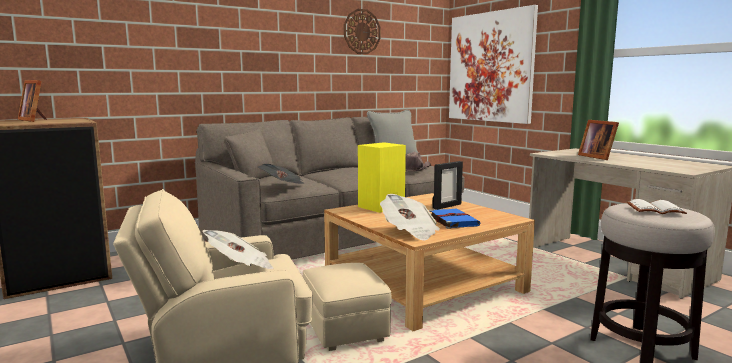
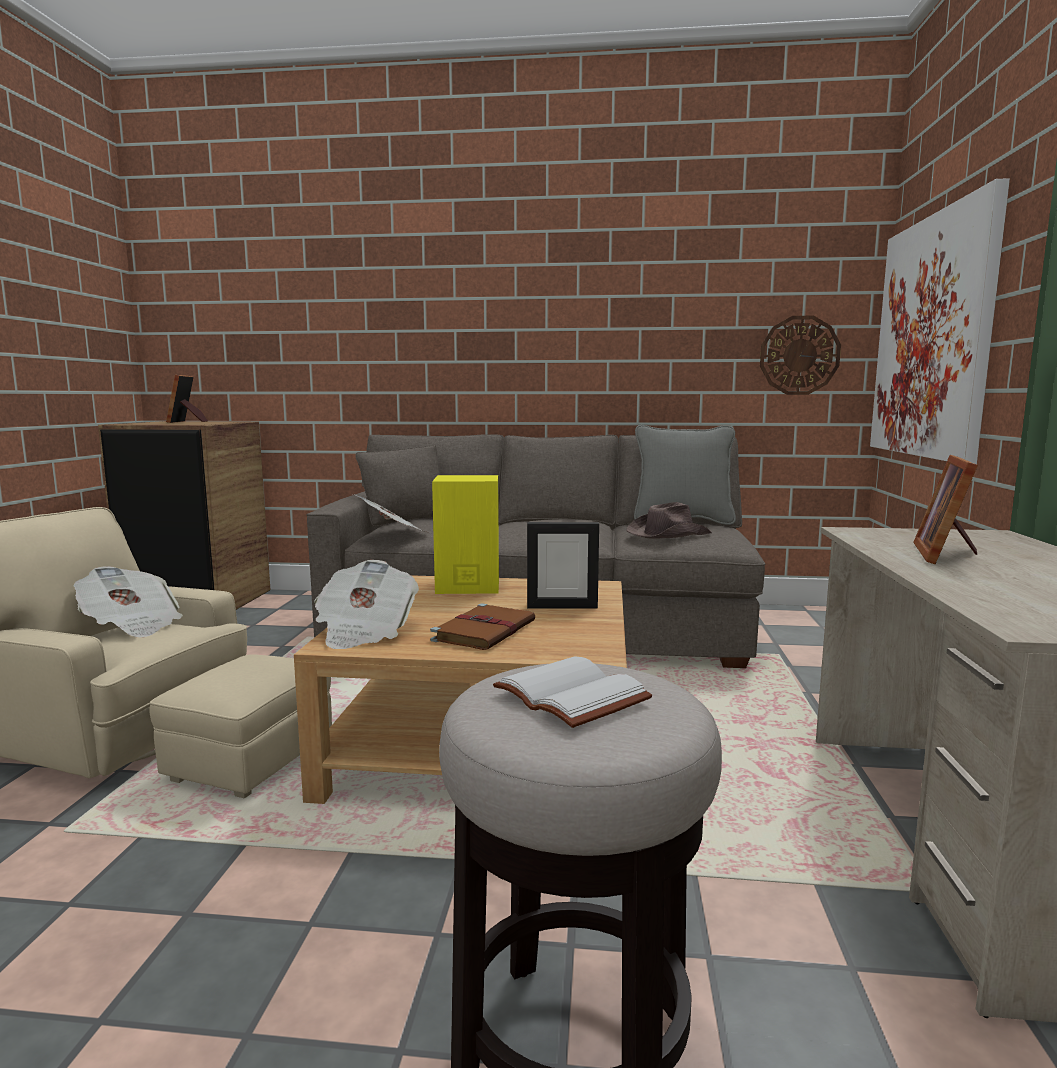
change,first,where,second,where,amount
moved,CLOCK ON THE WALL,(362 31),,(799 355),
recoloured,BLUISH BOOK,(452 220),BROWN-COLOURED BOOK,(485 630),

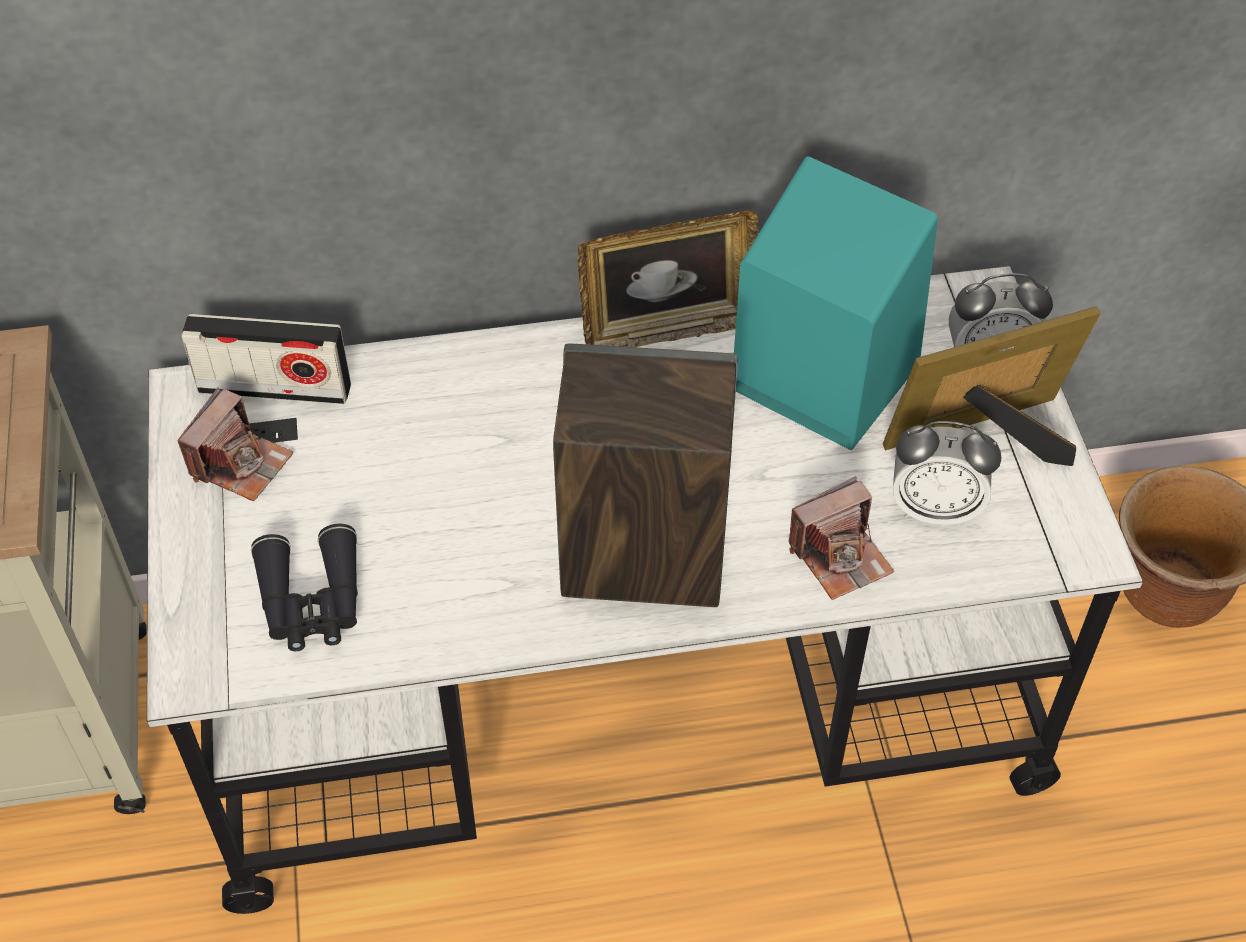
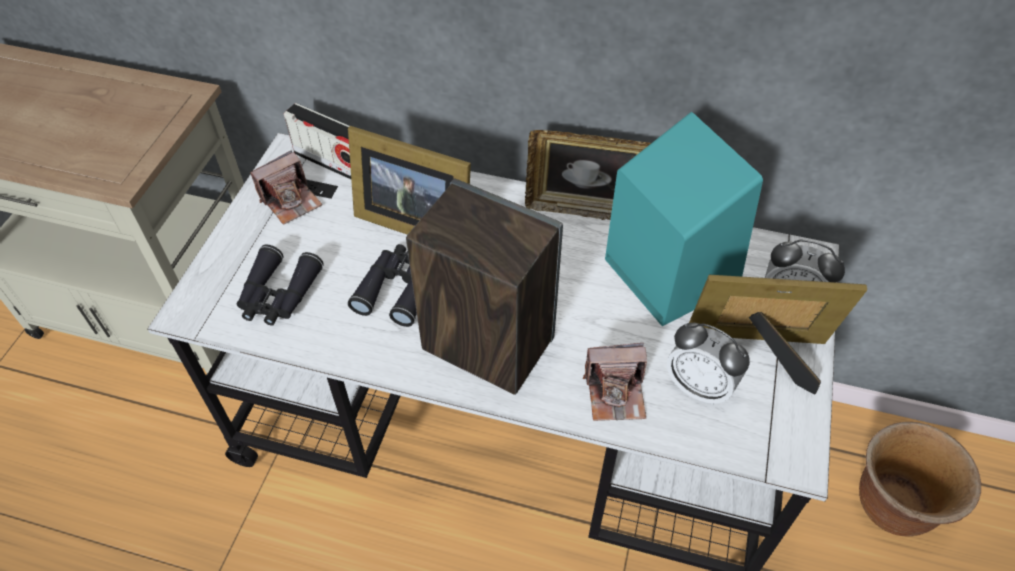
change,first,where,second,where,amount
added,,,STANDING FRAME,(413 221),
added,,,BLACK-COLOURED PAIR OF BINOCULARS,(397 289),

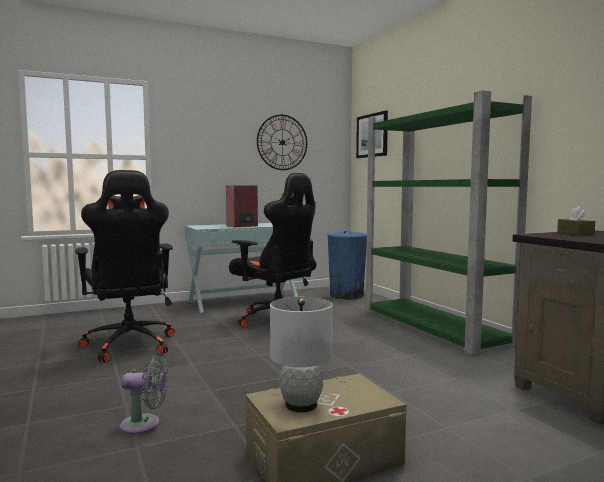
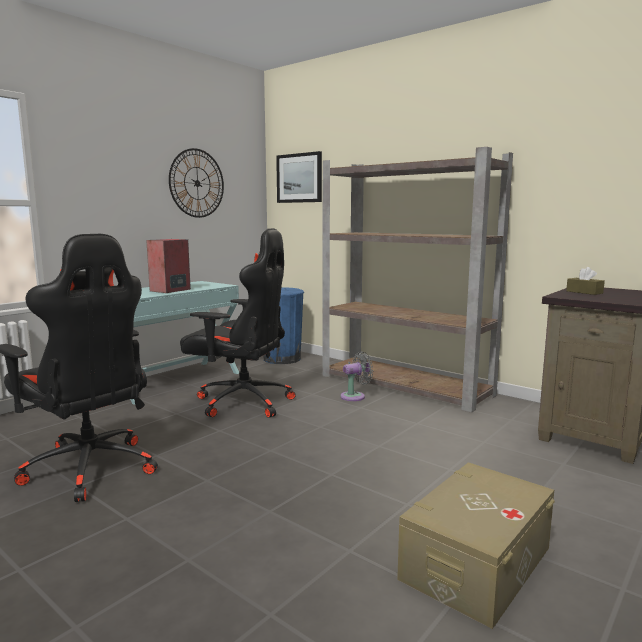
change,first,where,second,where,amount
moved,GREYISH ELECTRIC FAN,(144 425),,(355 396),
removed,WHITISH LAMP FOR A TABLE,(300 405),,,
recoloured,GREEN-COLOURED BOOKCASE,(433 326),BROWN-COLOURED BOOKCASE,(404 385),

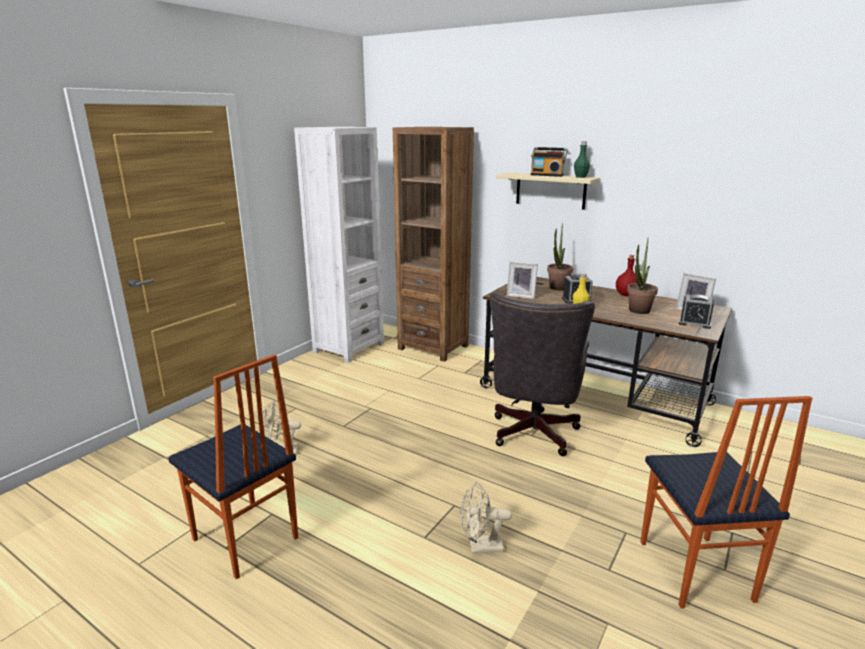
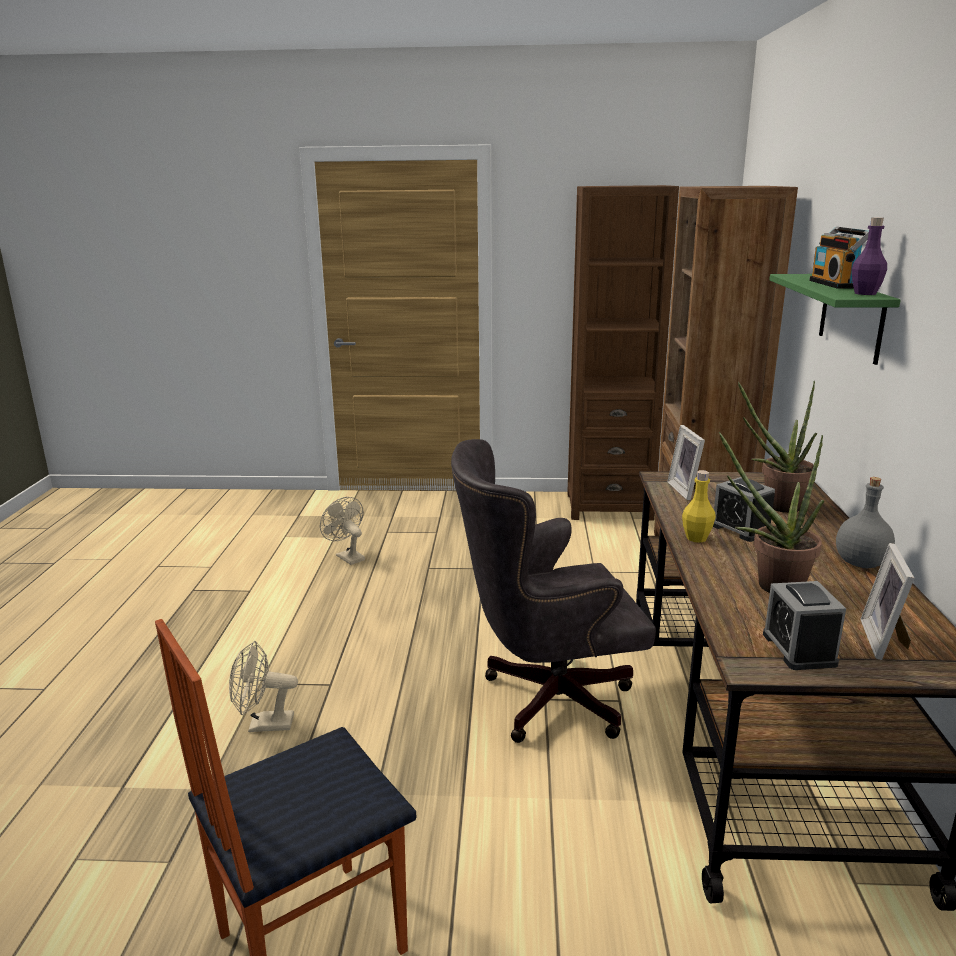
change,first,where,second,where,amount
removed,UPRIGHT CHAIR,(244 540),,,
recoloured,WHITISH BOOKCASE,(348 348),BROWN-COLOURED BOOKCASE,(609 506),
turned,BEIGE-COLOURED ELECTRIC FAN,(480 547),,(263 725),60 degrees counterclockwise
recoloured,BEIGE-COLOURED BRACKET SHELF,(550 190),GREEN-COLOURED BRACKET SHELF,(851 317),
recoloured,GREEN-COLOURED BOTTLE,(580 177),PURPLISH BOTTLE,(865 293),
recoloured,RED BOTTLE,(626 295),GREYISH BOTTLE,(860 563),

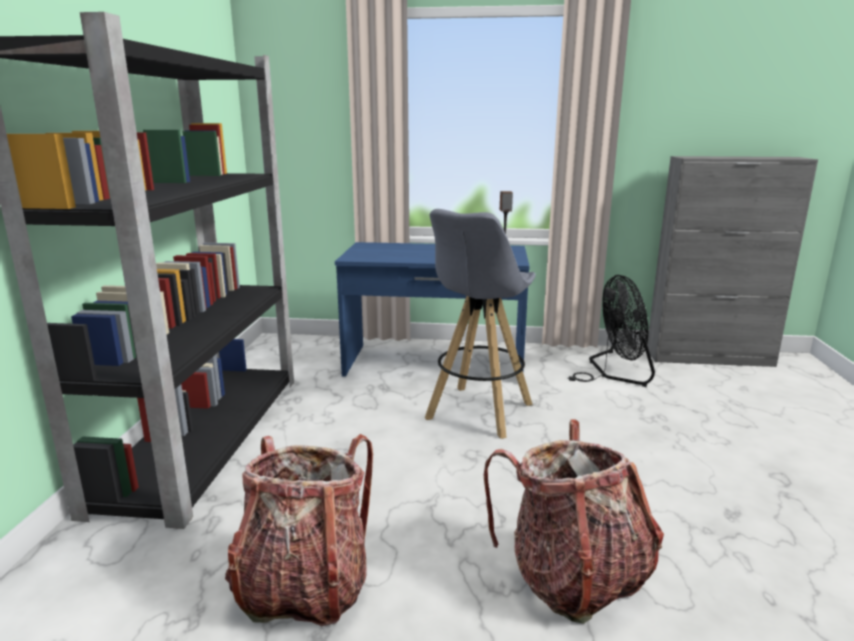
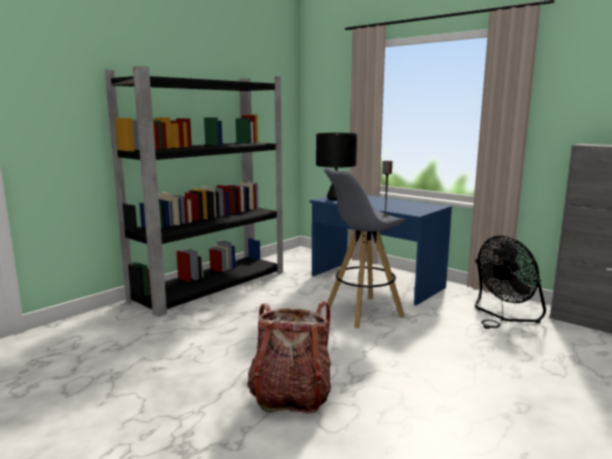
change,first,where,second,where,amount
removed,RUCKSACK,(304 586),,,
turned,BLACK-COLOURED ELECTRIC FAN,(610 370),,(499 313),60 degrees counterclockwise
added,,,BLACK-COLOURED LAMP FOR A TABLE,(335 199),

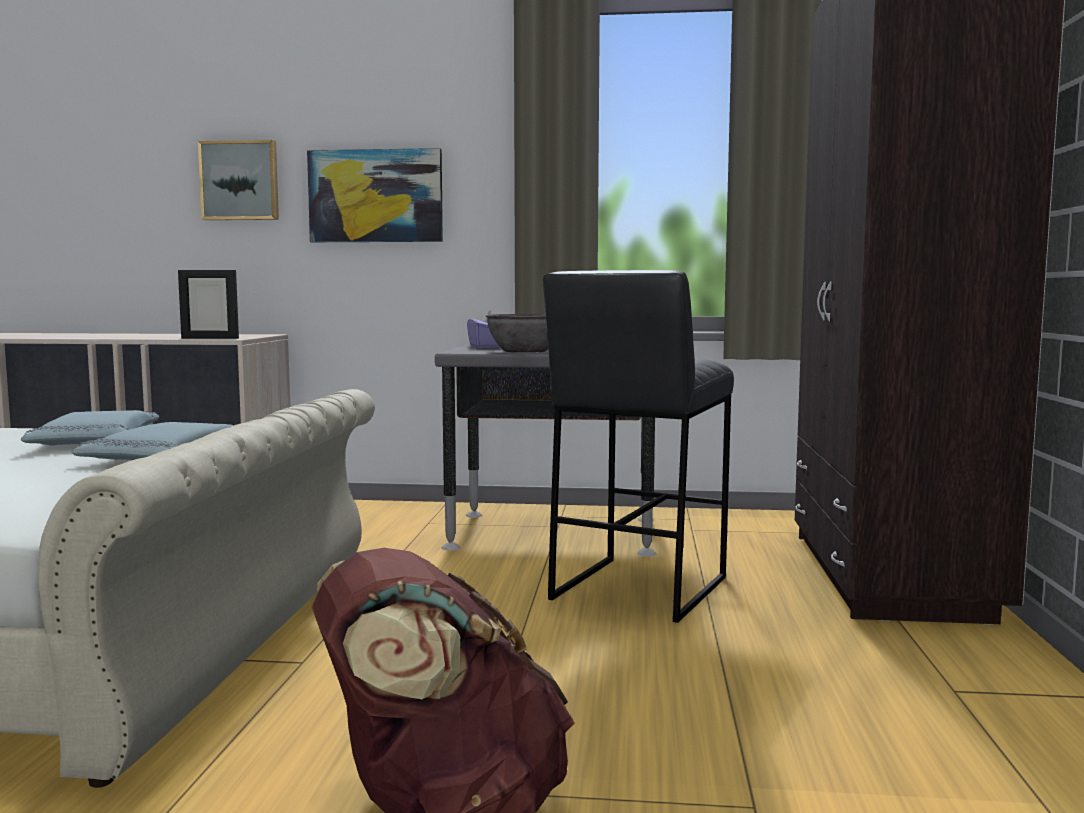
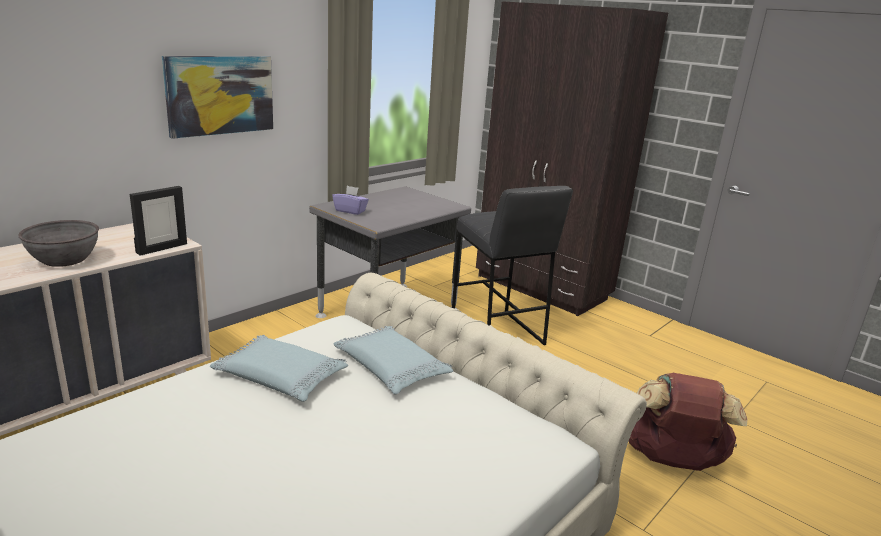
change,first,where,second,where,amount
removed,WALL PICTURE,(240 181),,,
moved,GREYISH DEEP DISH,(525 351),,(64 260),

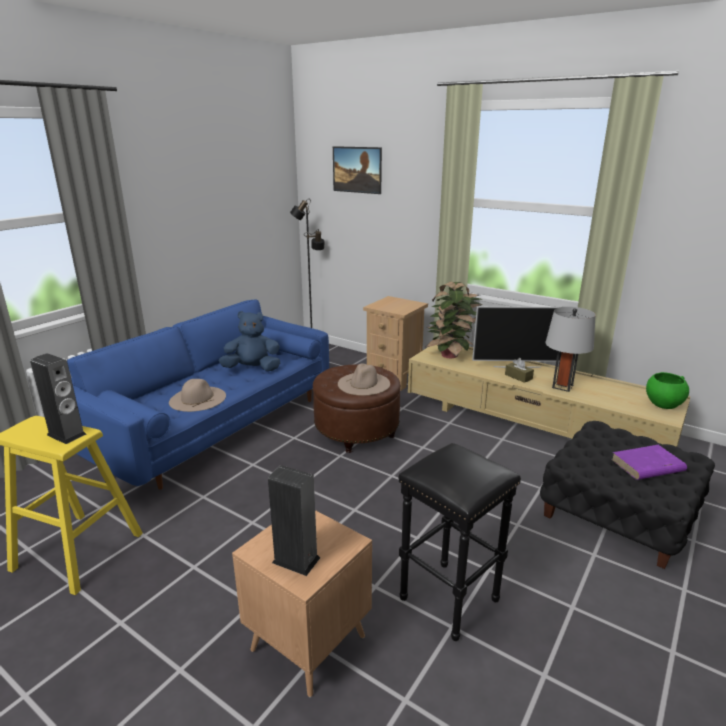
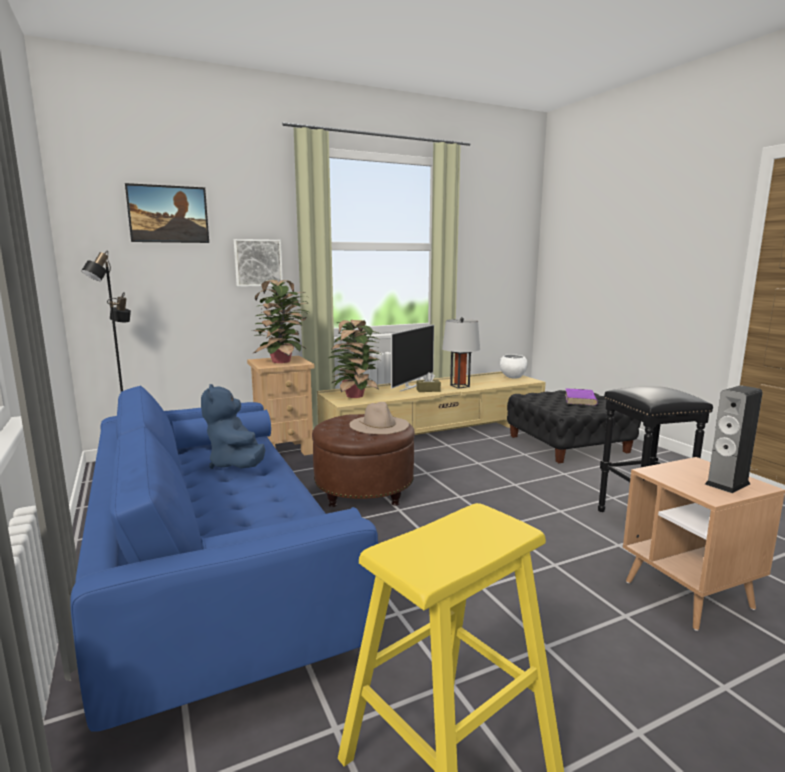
change,first,where,second,where,amount
removed,AUDIO SPEAKER,(66 434),,,
removed,BEIGE-COLOURED CLOTHING HAT,(197 399),,,
turned,BLUISH CUDDLY TOY,(252 369),,(237 465),45 degrees counterclockwise
recoloured,GREEN-COLOURED DEEP DISH,(663 404),WHITISH DEEP DISH,(512 377),
added,,,WALL PICTURE,(258 263),
added,,,PLANT IN A POT,(283 361),

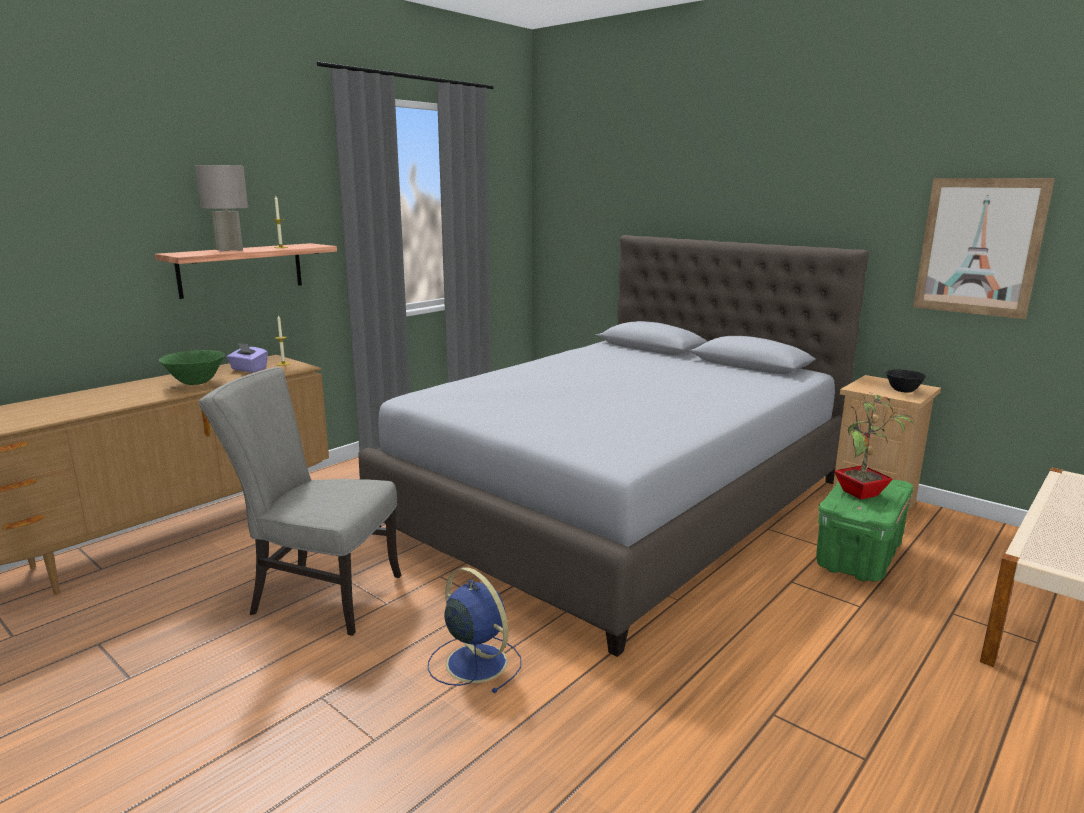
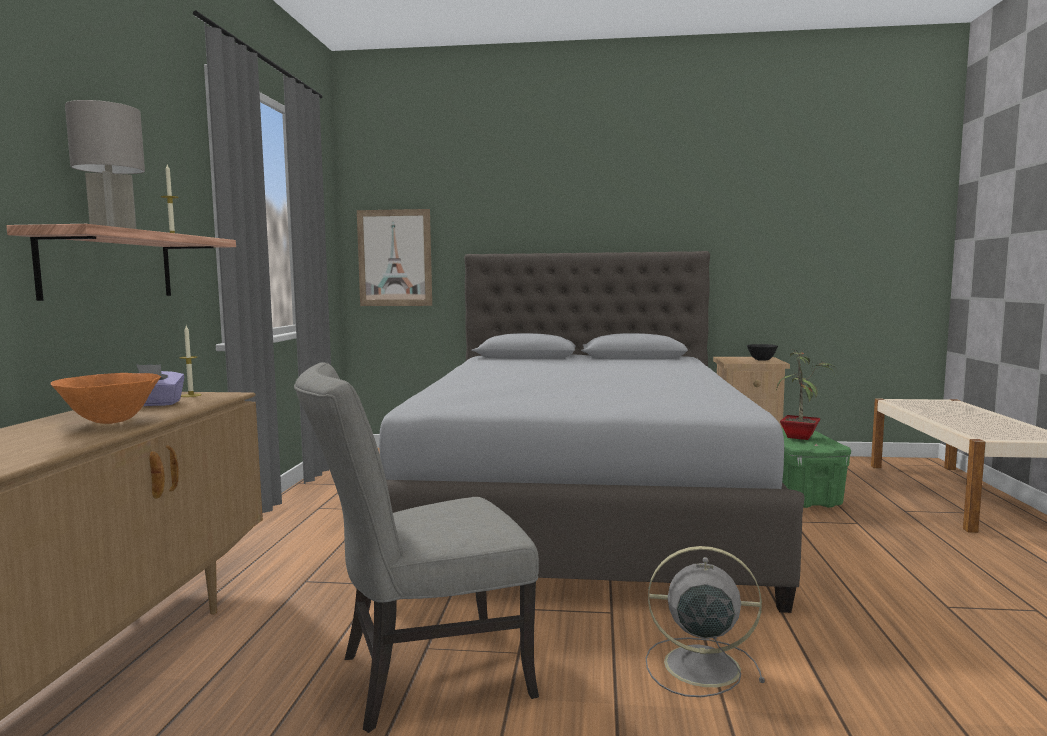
change,first,where,second,where,amount
recoloured,GREEN-COLOURED DEEP DISH,(196 383),ORANGE-COLOURED DEEP DISH,(111 422),
recoloured,BLUISH ELECTRIC FAN,(474 661),GREYISH ELECTRIC FAN,(698 666),
moved,WALL PICTURE,(979 247),,(395 258),

